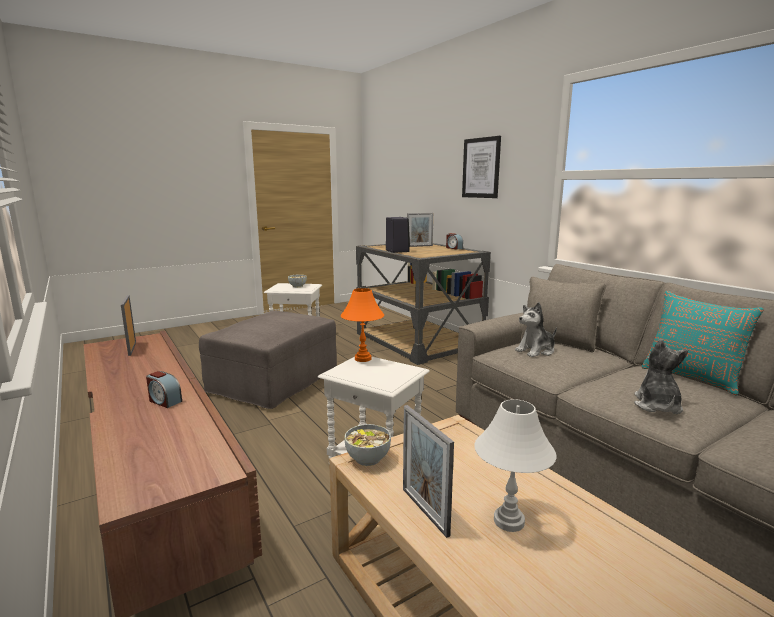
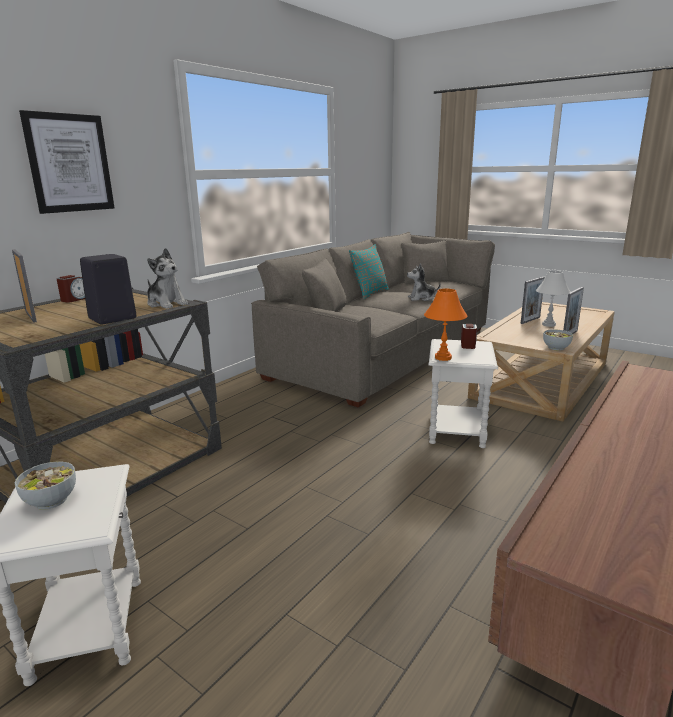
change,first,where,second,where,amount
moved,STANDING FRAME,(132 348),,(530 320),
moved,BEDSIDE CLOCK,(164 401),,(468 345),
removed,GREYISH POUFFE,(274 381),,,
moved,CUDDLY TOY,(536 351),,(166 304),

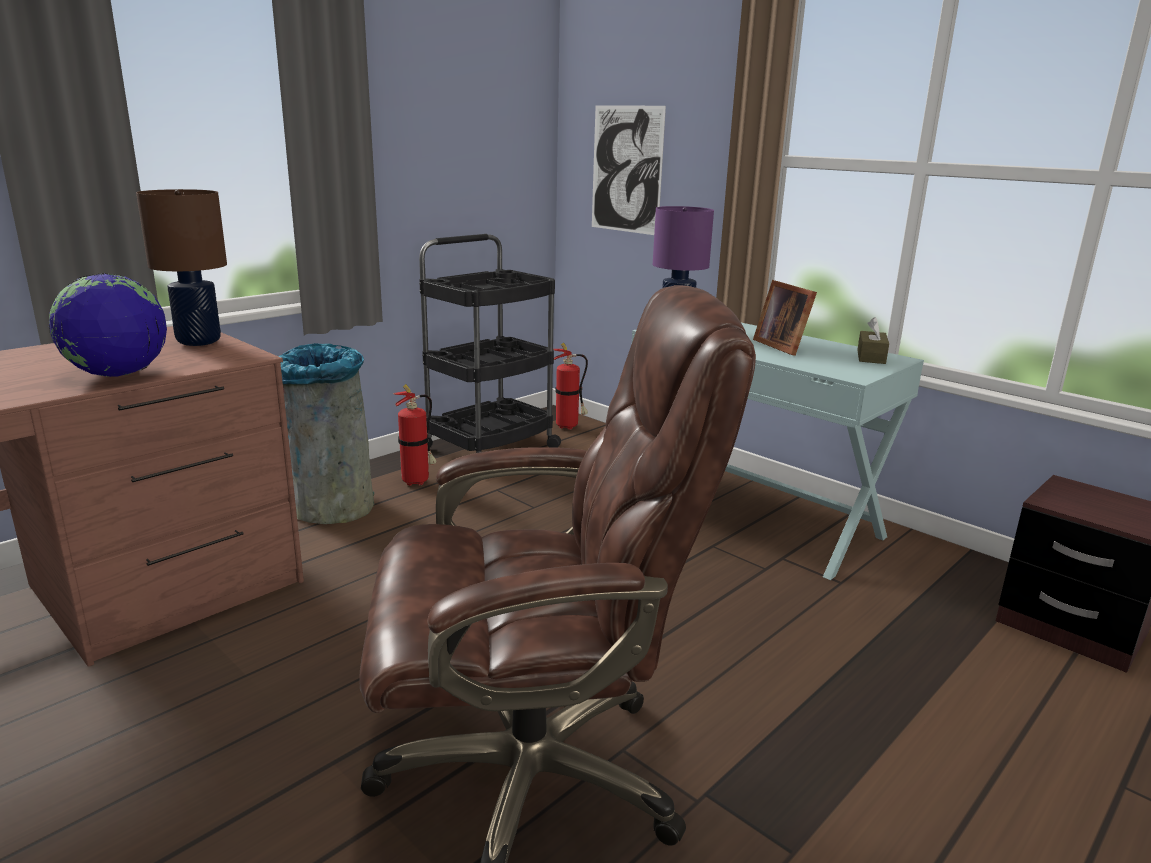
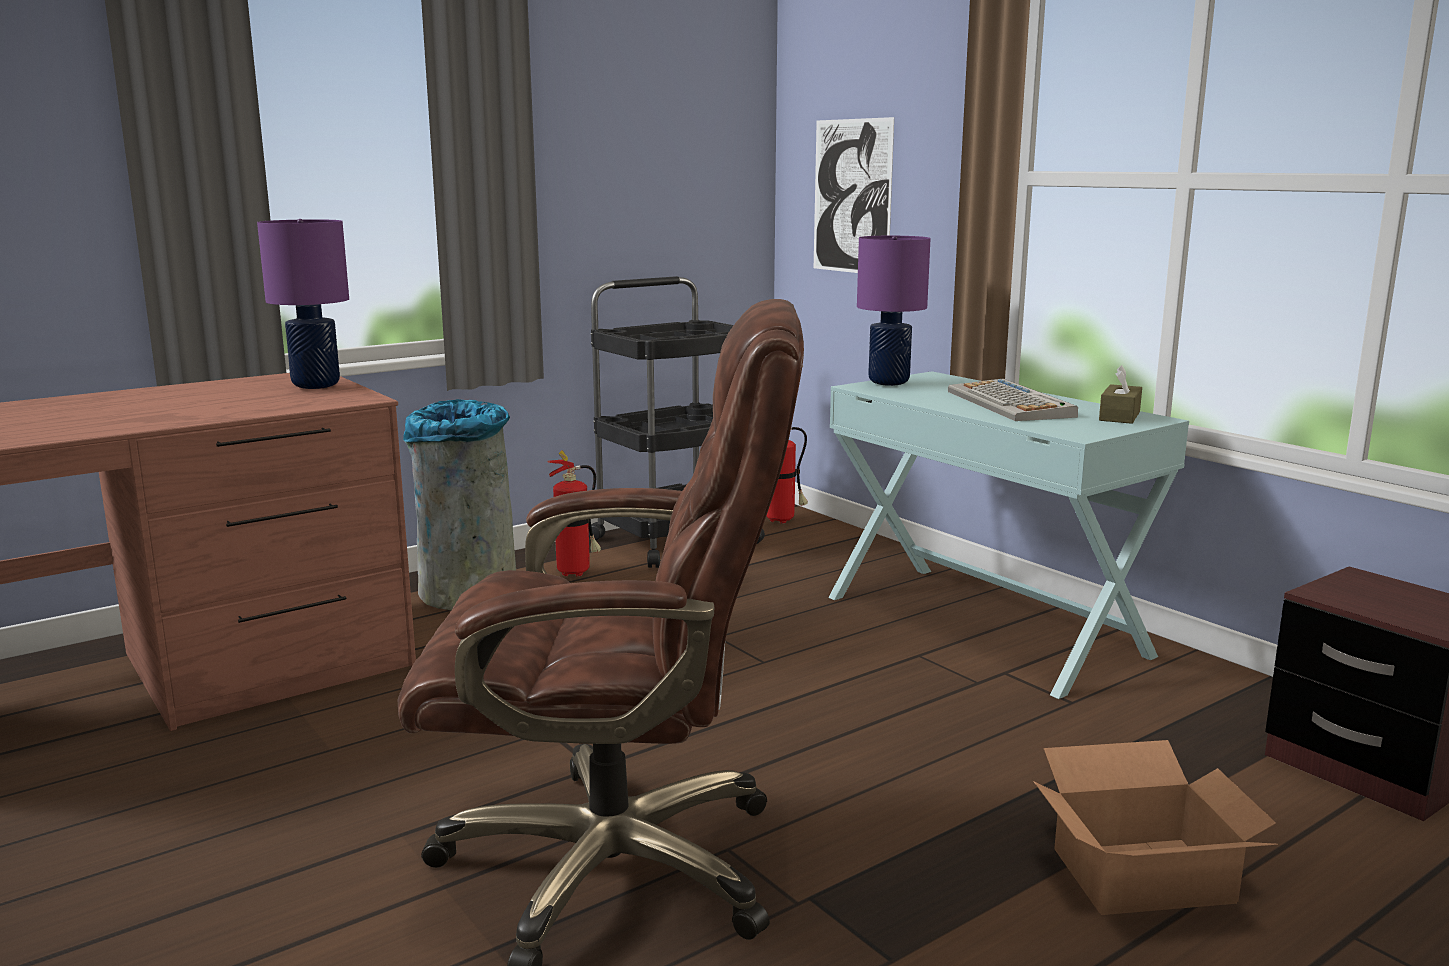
change,first,where,second,where,amount
removed,WORLD GLOBE,(118 374),,,
recoloured,BROWN-COLOURED LAMP FOR A TABLE,(198 343),PURPLISH LAMP FOR A TABLE,(315 387),
replaced,STANDING FRAME,(782 346),KEYBOARD,(1011 404),
added,,,CARTON,(1145 876),

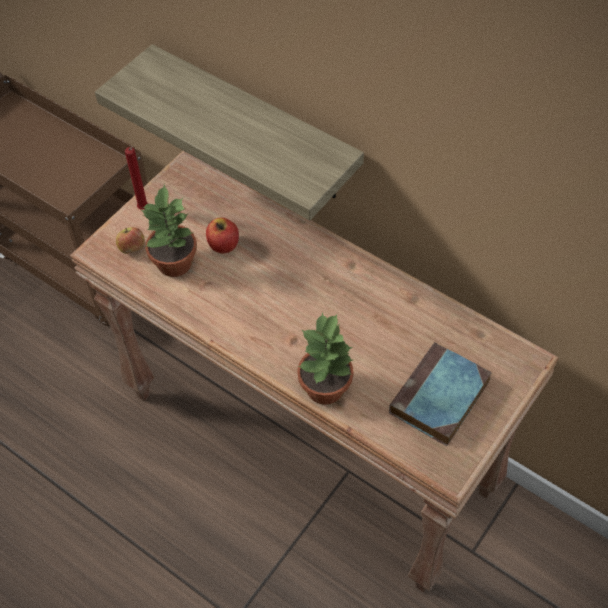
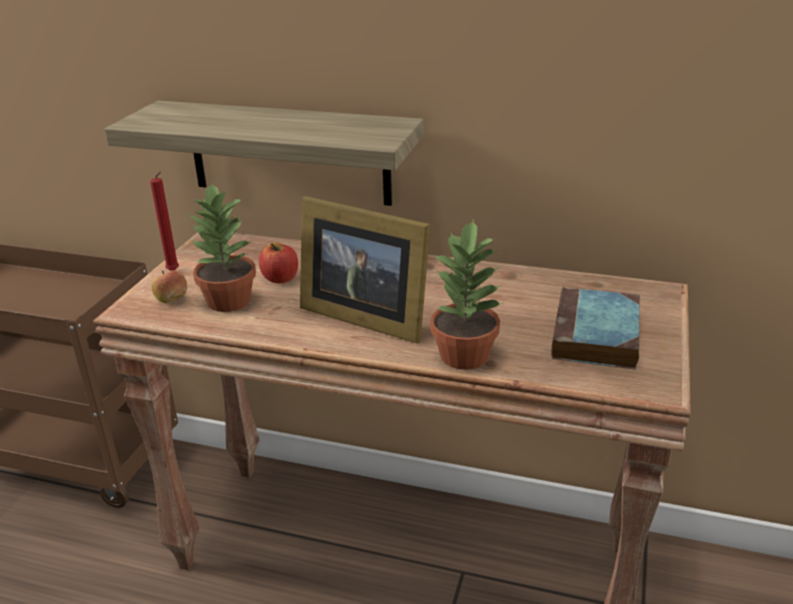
change,first,where,second,where,amount
added,,,STANDING FRAME,(363 315),

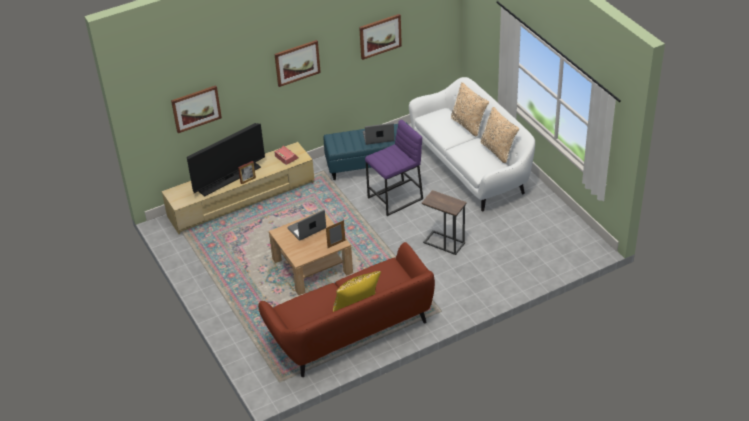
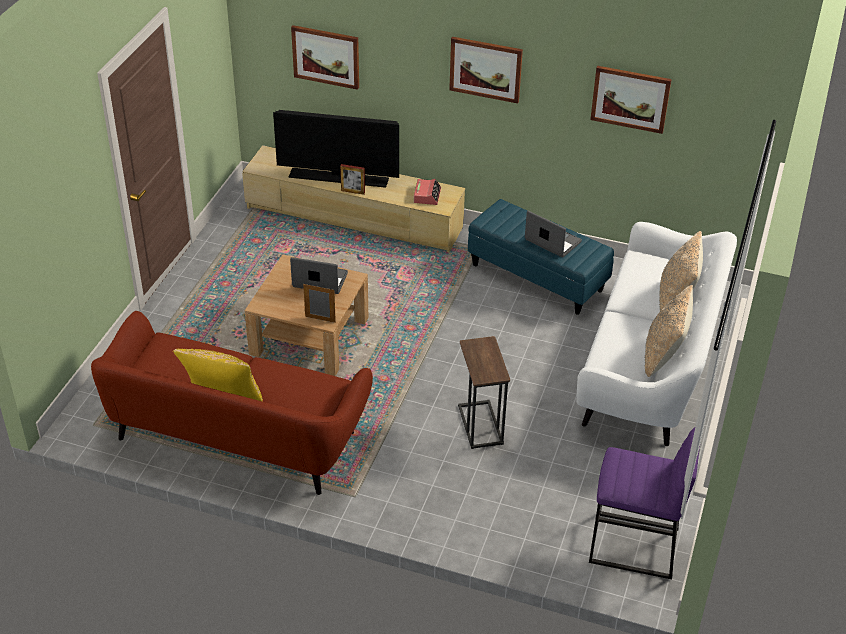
change,first,where,second,where,amount
moved,PURPLISH STOOL,(395 198),,(634 545),

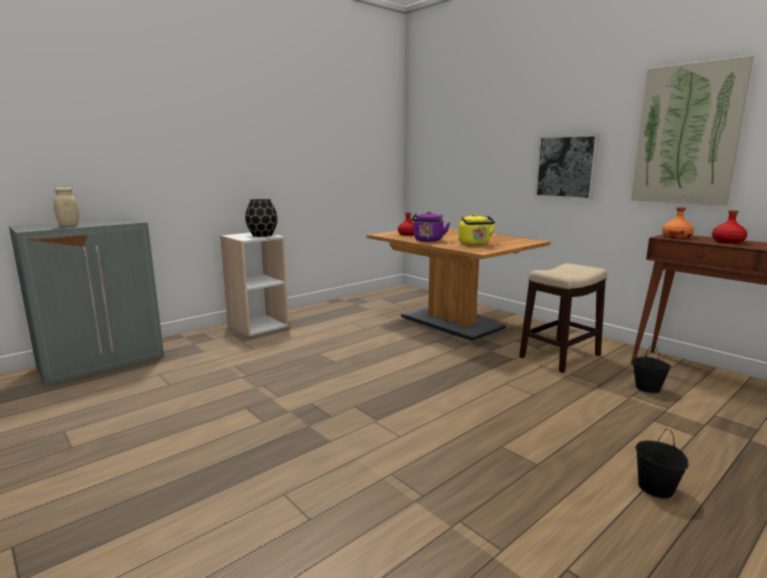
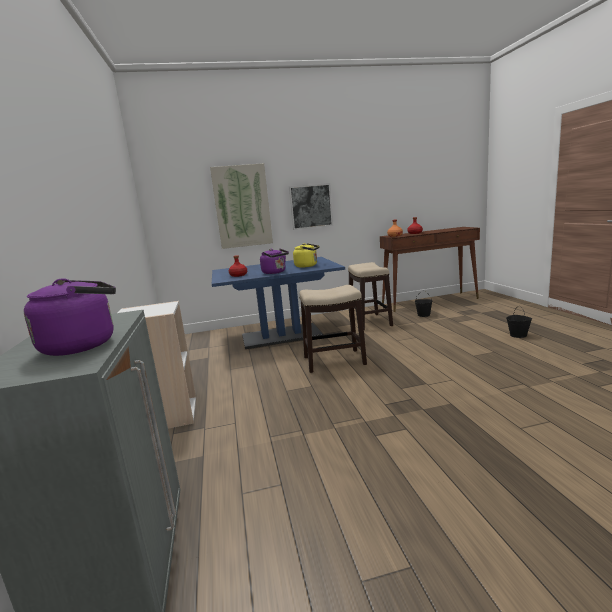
change,first,where,second,where,amount
replaced,BEIGE-COLOURED JAR,(69 226),PURPLISH WATER KETTLE,(84 345),
removed,BLACK-COLOURED DECORATIVE VASE,(263 235),,,
recoloured,BROWN-COLOURED KITCHEN TABLE,(451 322),BLUISH KITCHEN TABLE,(281 336),
moved,WALL PICTURE,(687 135),,(242 206),
added,,,STOOL,(333 361),

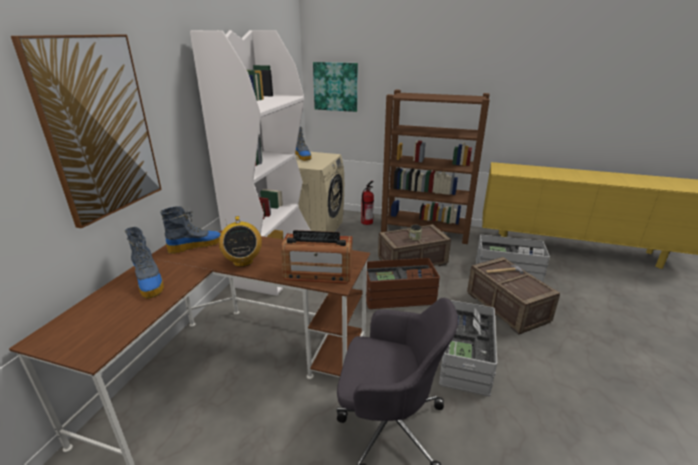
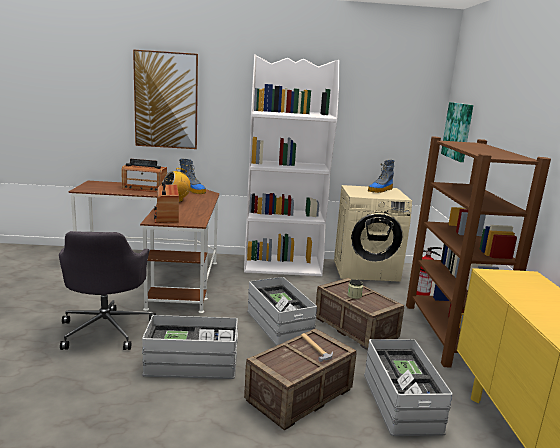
change,first,where,second,where,amount
replaced,TALL BOOT,(149 283),RADIO,(144 188),
recoloured,BROWN-COLOURED STORAGE CONTAINER,(398 295),GREYISH STORAGE CONTAINER,(280 323),

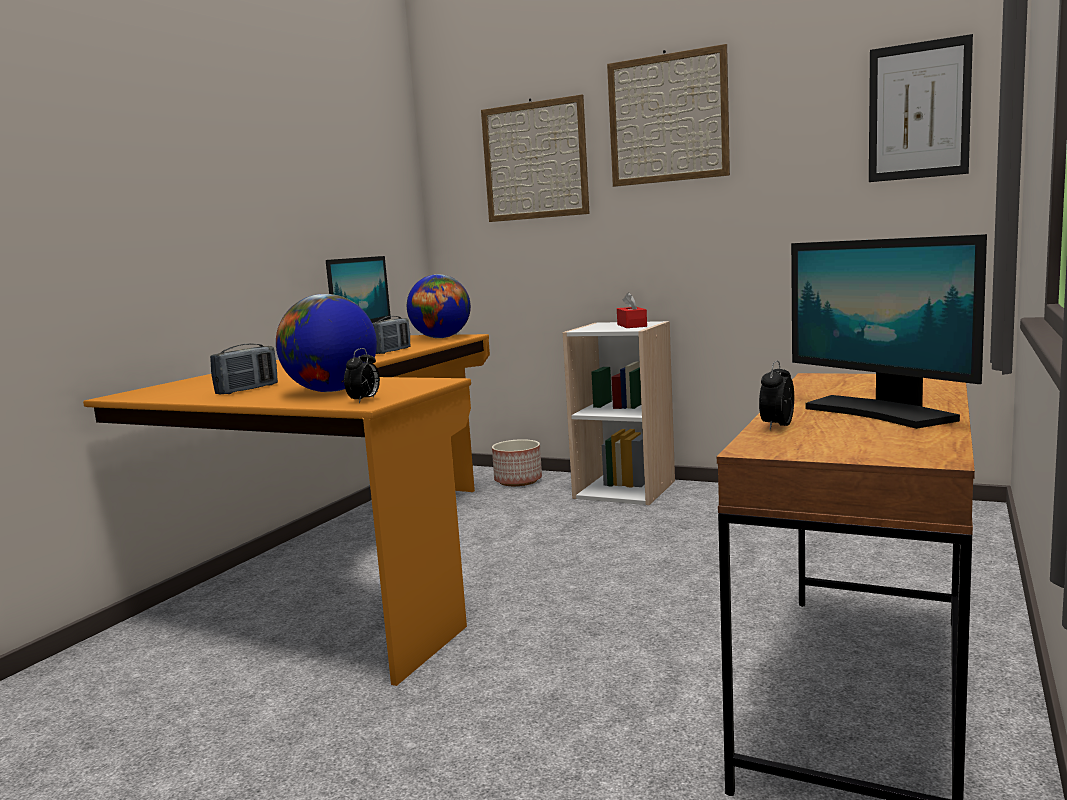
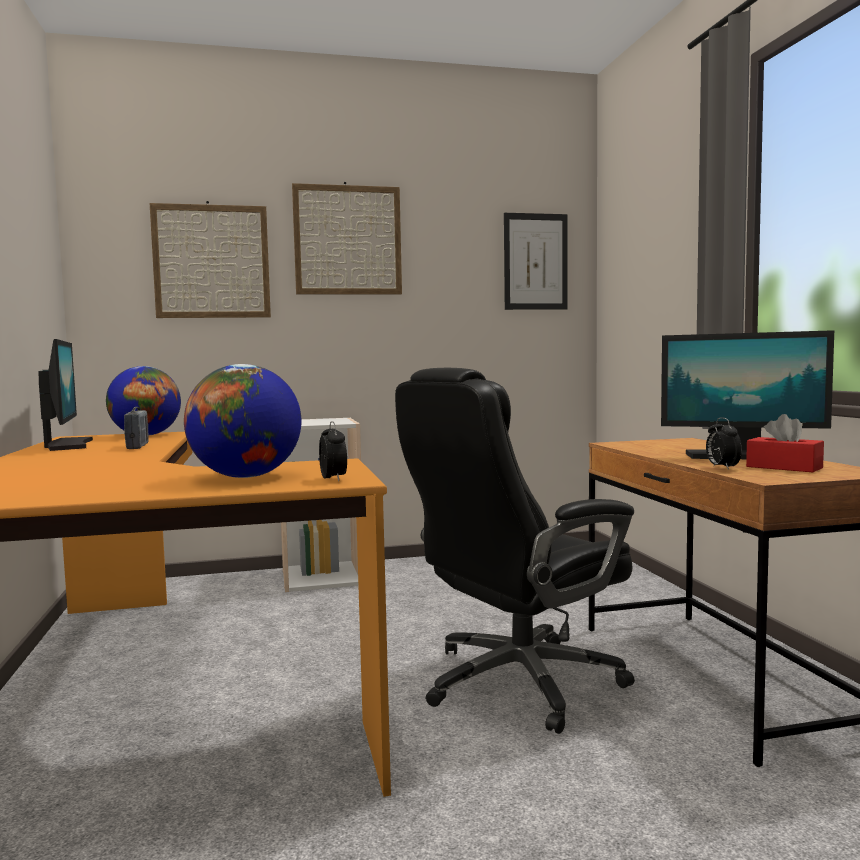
change,first,where,second,where,amount
removed,RADIO,(247 389),,,
removed,PLANT POT,(517 481),,,
moved,RED BOX OF TISSUES,(632 325),,(784 467),
added,,,BLACK-COLOURED OFFICE CHAIR,(517 682),

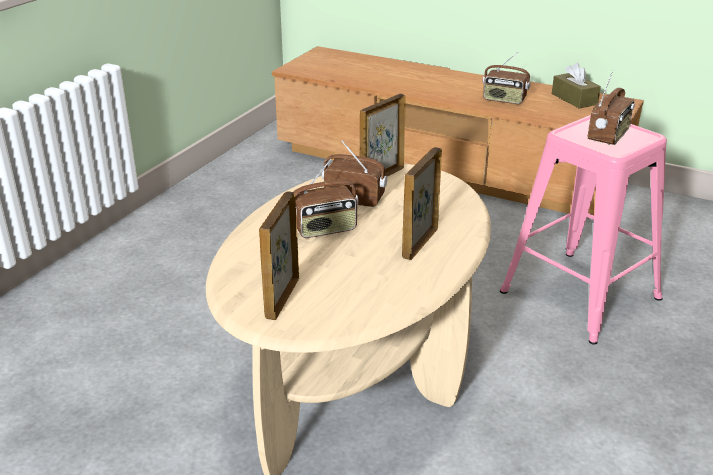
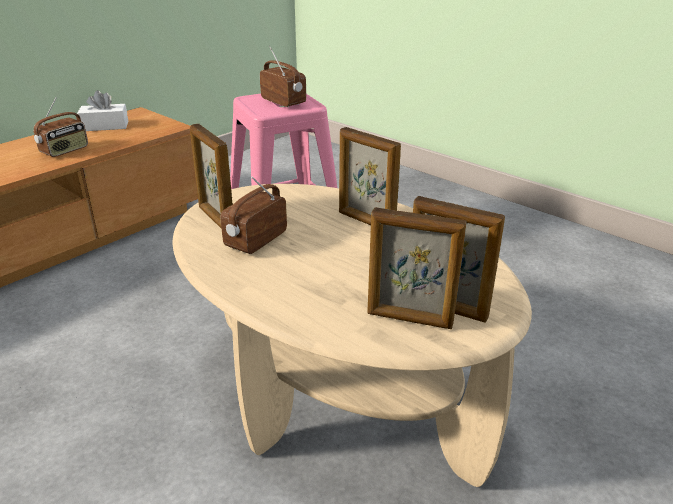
change,first,where,second,where,amount
removed,RADIO,(325 229),,,
recoloured,BROWN-COLOURED BOX OF TISSUES,(574 99),WHITISH BOX OF TISSUES,(105 126),
added,,,STANDING FRAME,(409 319),

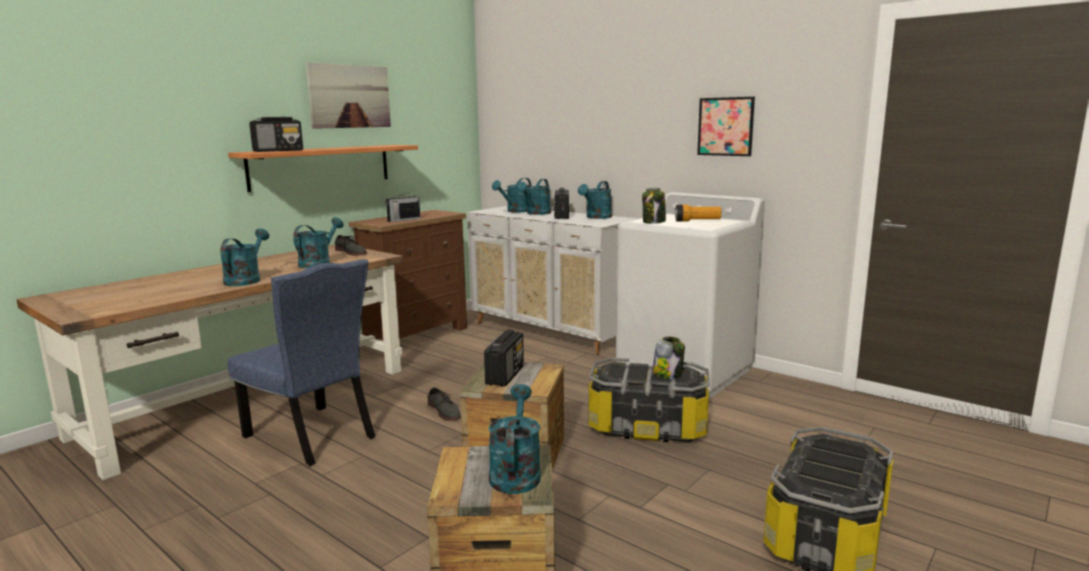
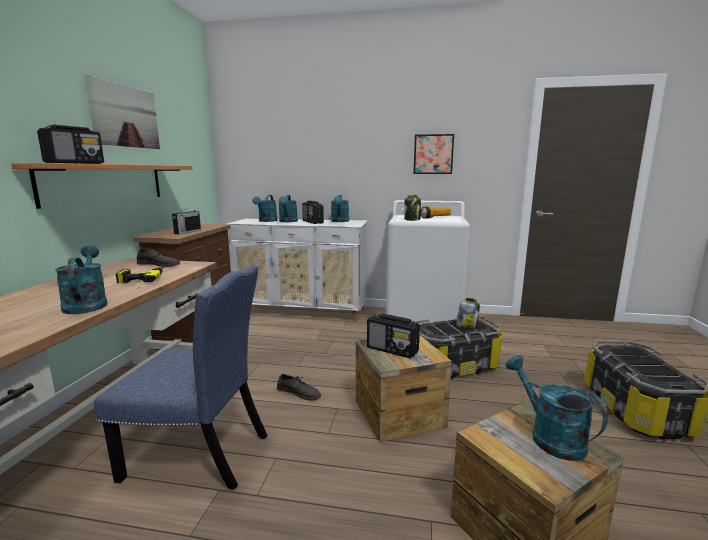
change,first,where,second,where,amount
replaced,TURQUOISE-COLOURED WATERING CAN,(318 263),DRILL,(143 277),
turned,RADIO,(505 375),,(392 350),135 degrees clockwise

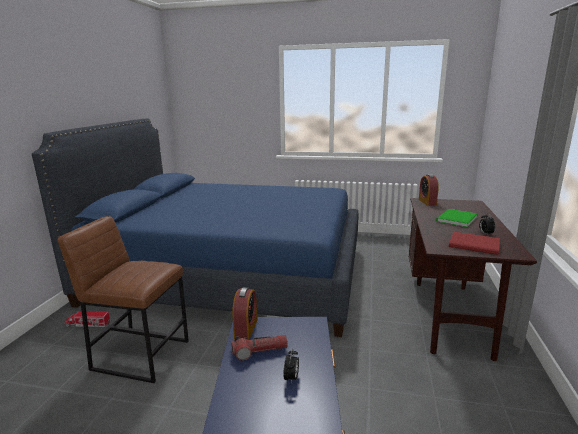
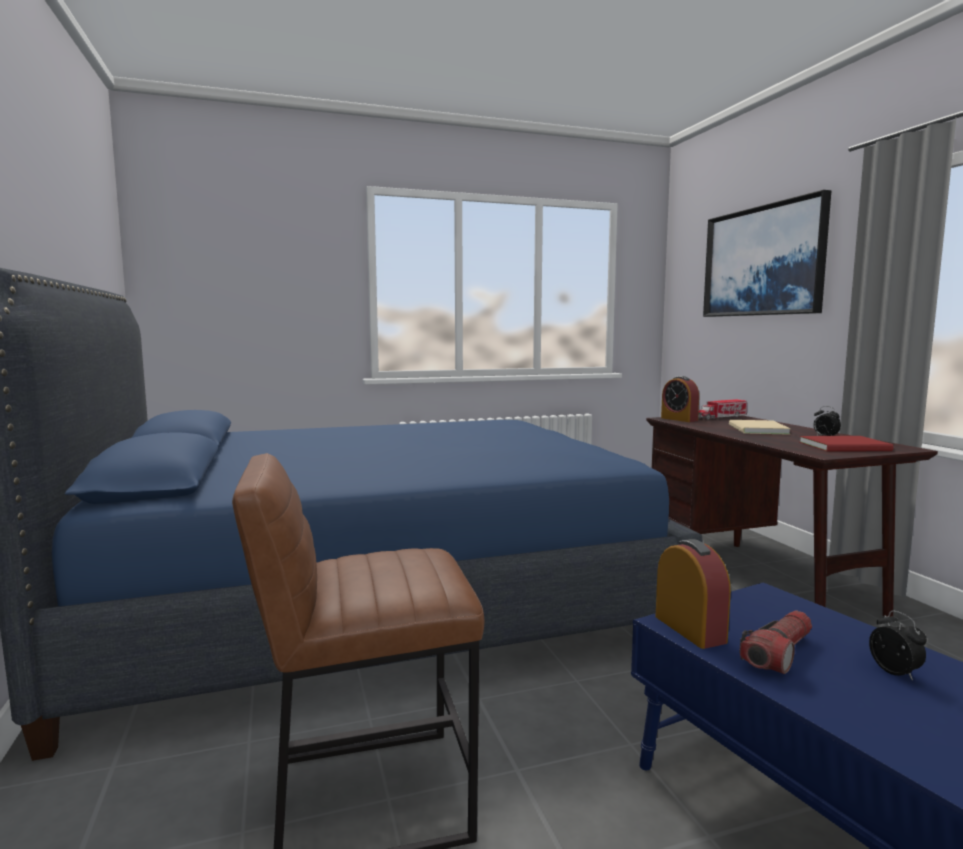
change,first,where,second,where,amount
moved,TOY TRUCK,(88 324),,(721 417),
recoloured,GREEN-COLOURED BOOK,(455 219),BEIGE-COLOURED BOOK,(757 429),
added,,,WALL PICTURE,(763 261),

